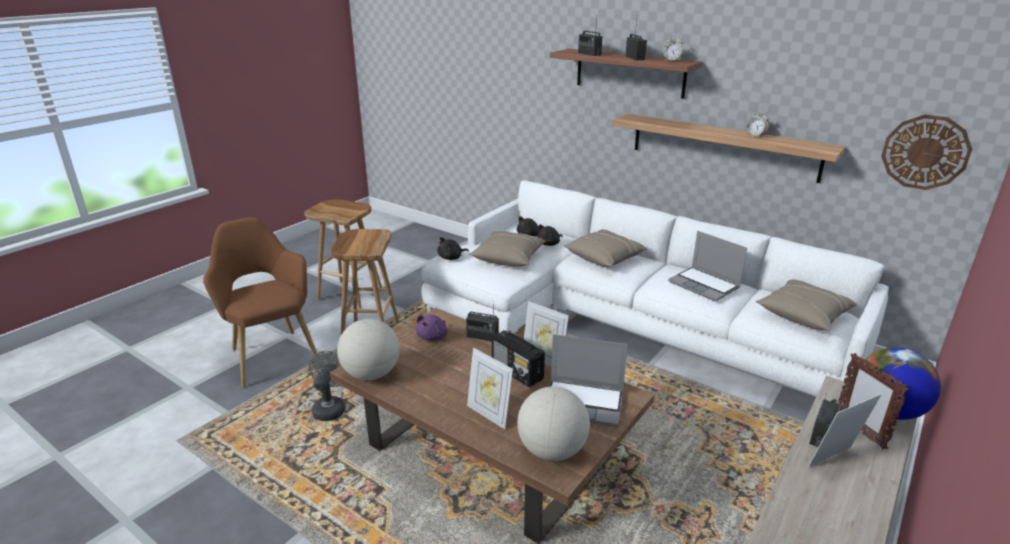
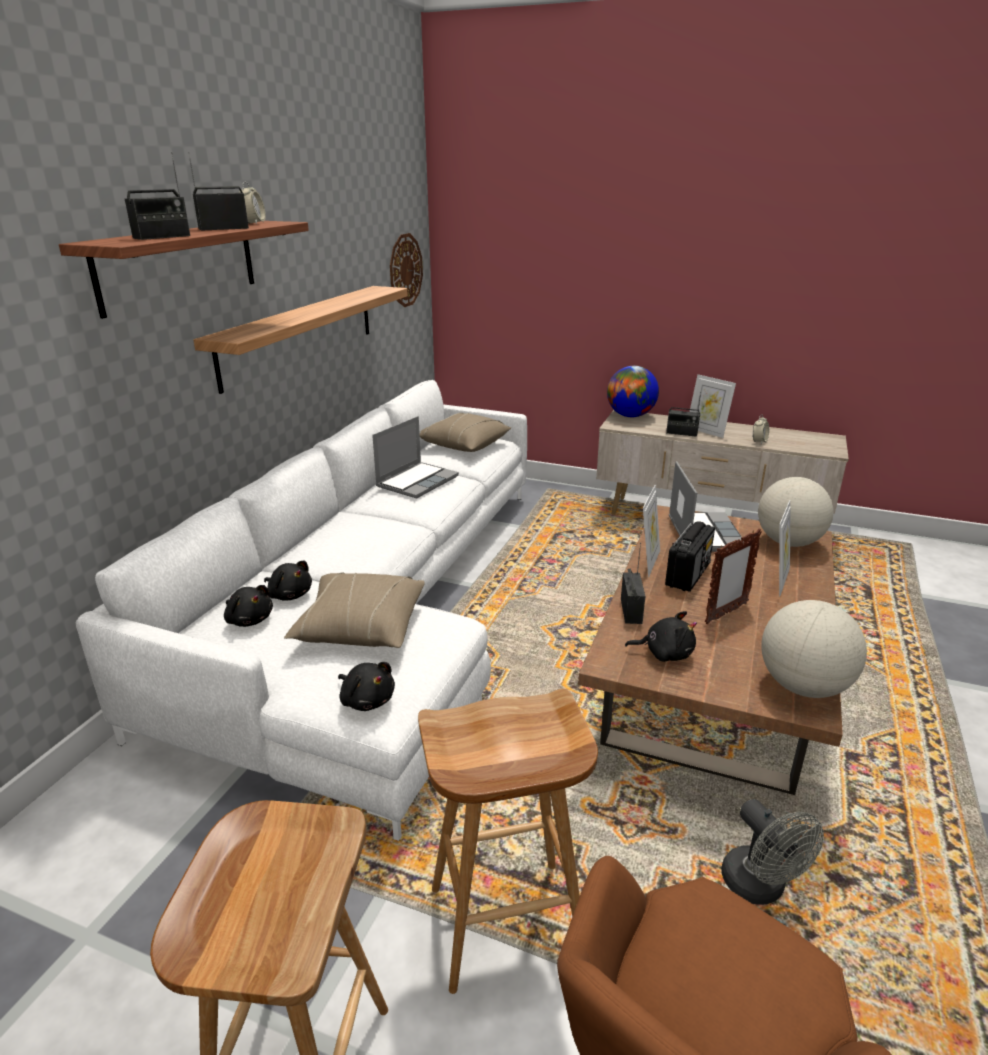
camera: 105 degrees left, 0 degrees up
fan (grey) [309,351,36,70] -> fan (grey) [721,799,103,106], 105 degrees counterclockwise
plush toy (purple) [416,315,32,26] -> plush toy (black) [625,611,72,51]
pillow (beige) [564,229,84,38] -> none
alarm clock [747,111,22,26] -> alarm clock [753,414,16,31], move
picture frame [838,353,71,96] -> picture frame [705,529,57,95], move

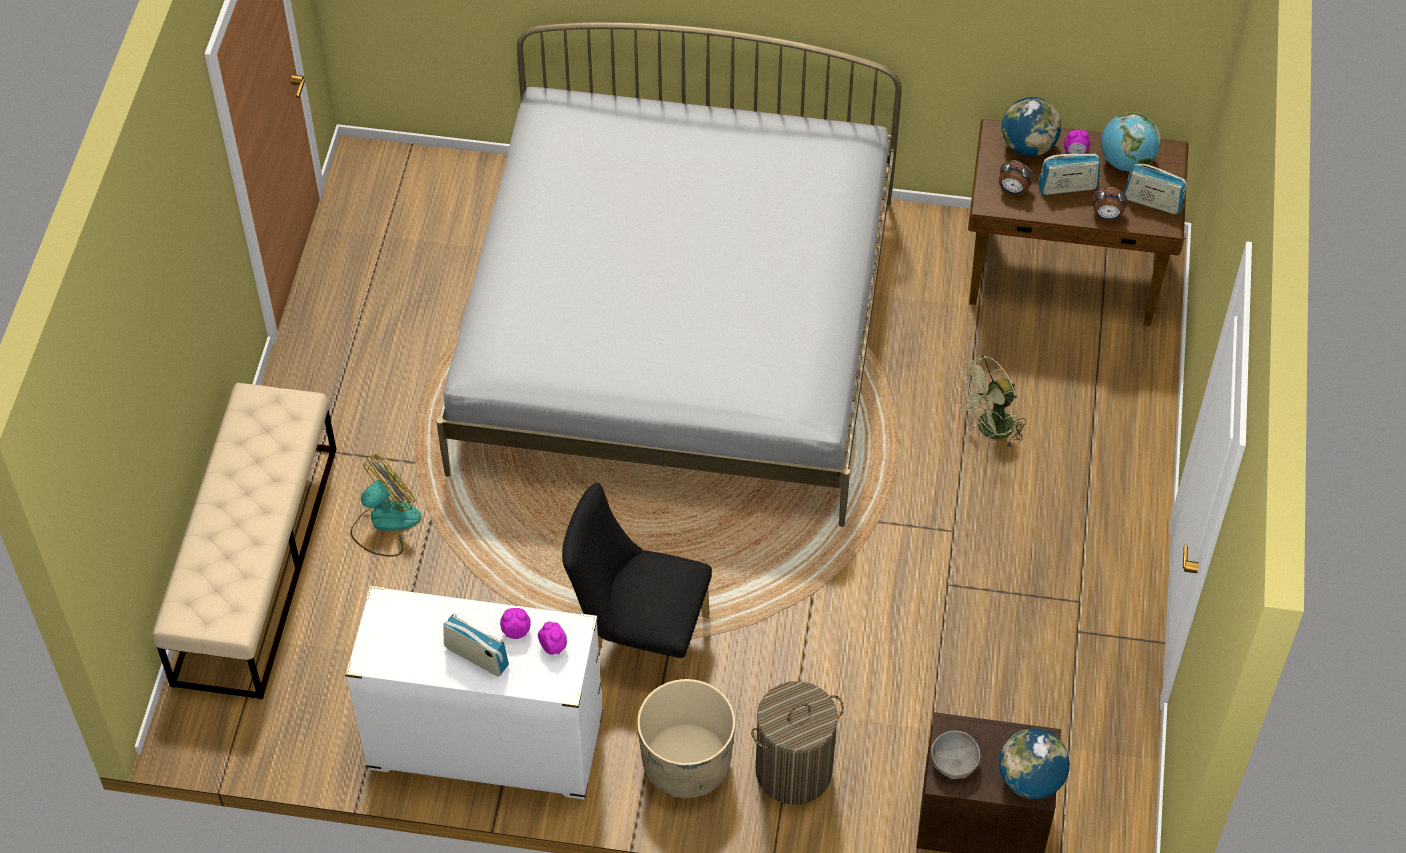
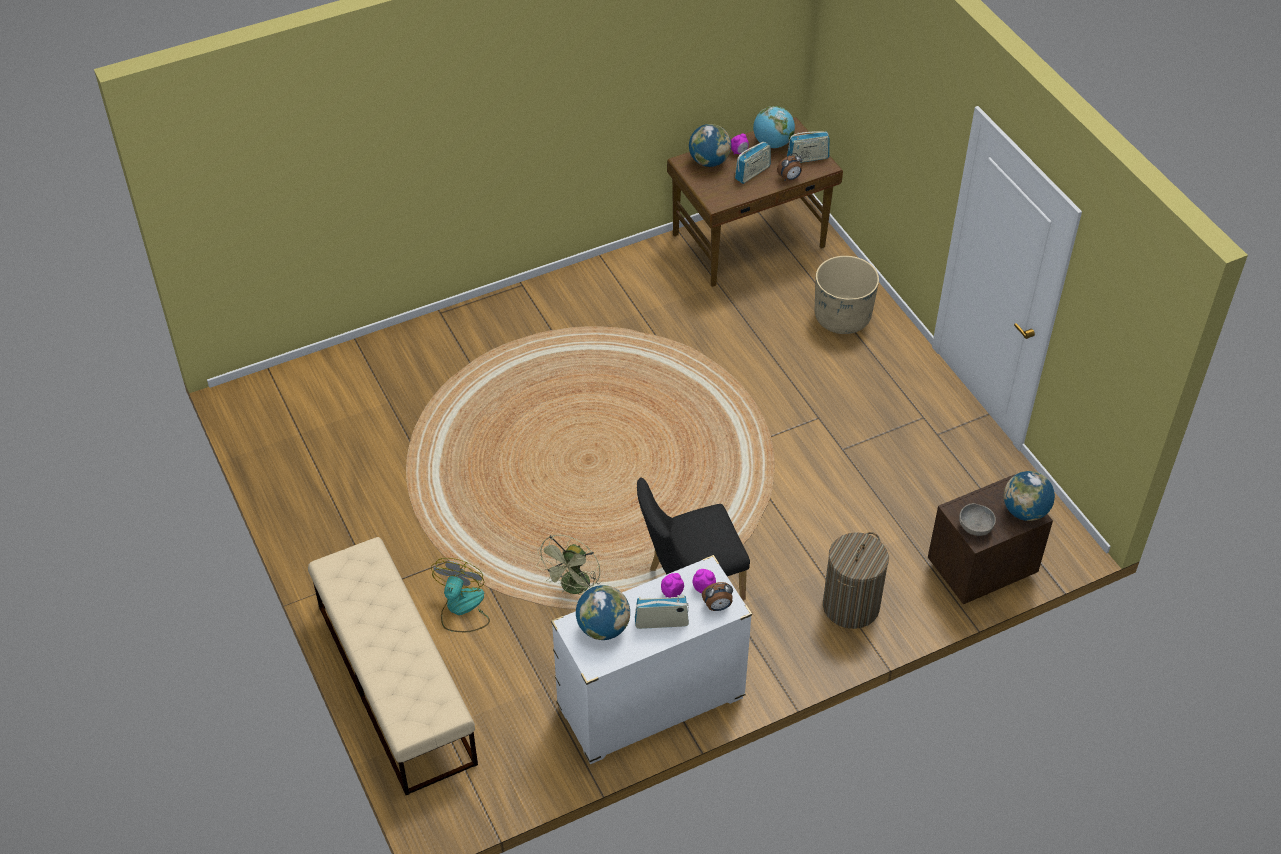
camera: 35 degrees left, 5 degrees down
bed (white) [436,22,466,505] -> none
planter (beige) [637,679,98,119] -> planter (beige) [815,256,64,78], move
fan (green) [956,355,70,93] -> fan (green) [537,535,63,60], move
alarm clock [999,160,35,35] -> alarm clock [702,582,31,29], move
none -> globe [576,585,54,55]

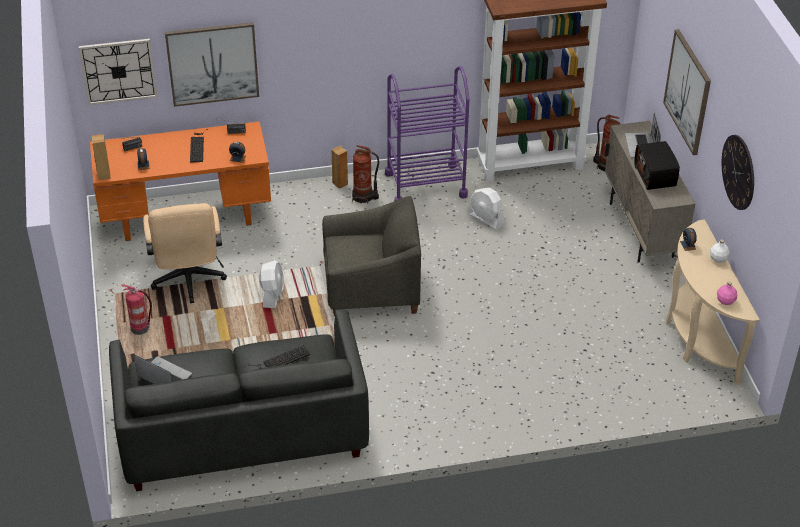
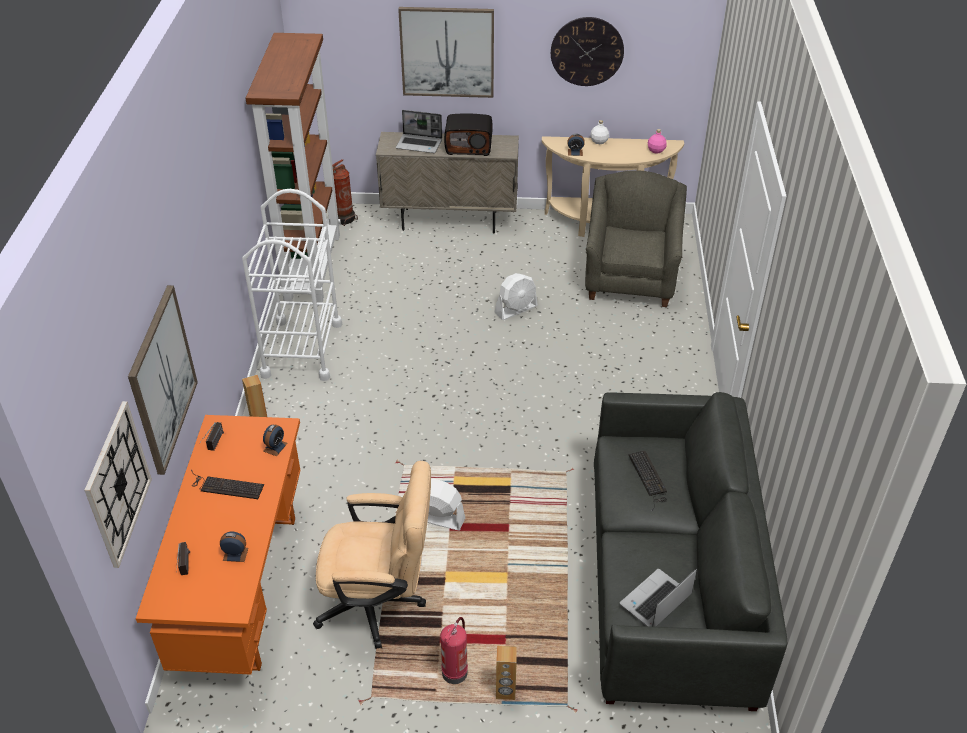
camera: 75 degrees left, 0 degrees up
speaker (brown) [92,134,19,46] -> speaker (brown) [496,646,21,54], move
armchair (grey) [322,196,99,120] -> armchair (grey) [585,170,102,137], move
fire extinguisher [352,145,27,59] -> none
cart (purple) [385,66,84,135] -> cart (white) [242,189,100,192]
fan (white) [468,188,37,42] -> fan (white) [495,273,43,47], move

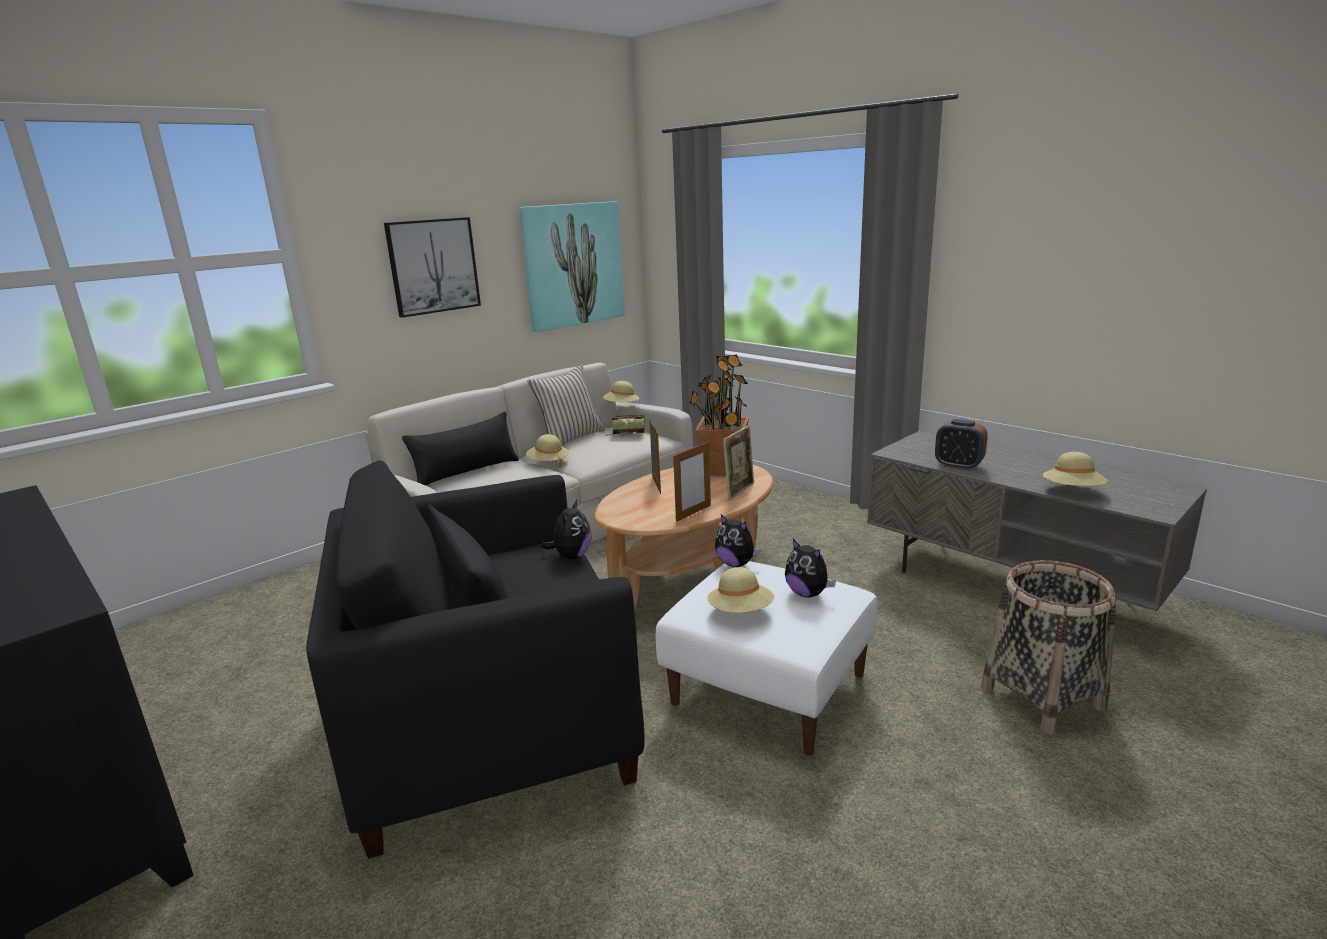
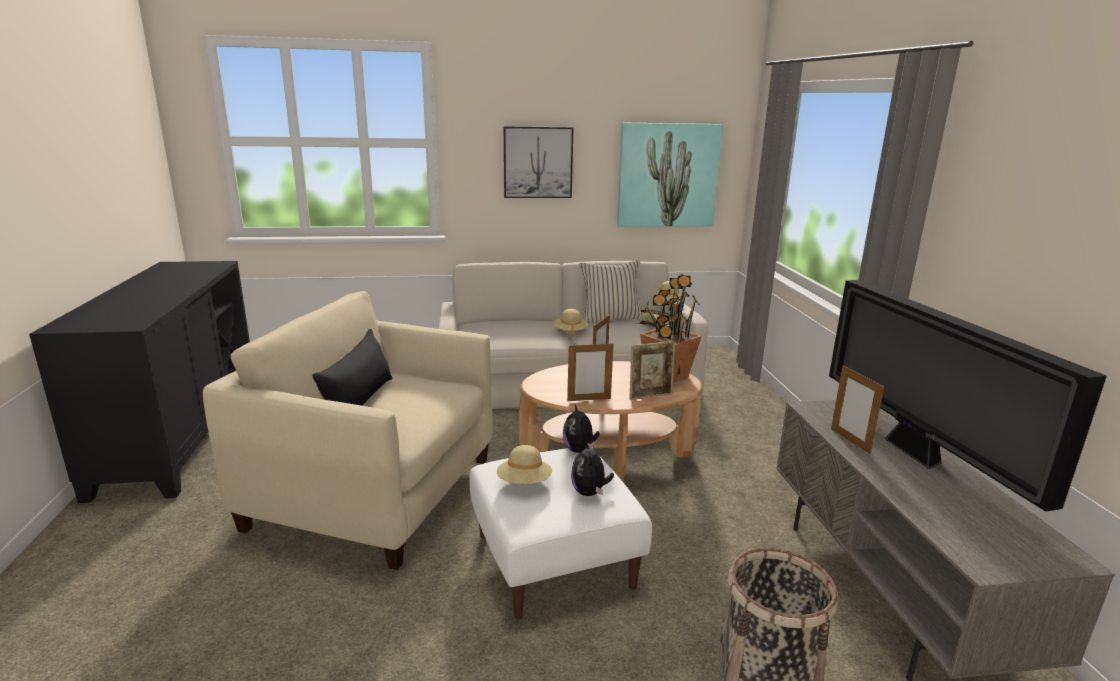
camera: 35 degrees right, 0 degrees up
armchair (black) [306,460,339,399] -> armchair (beige) [203,291,290,279]
pillow (black) [402,411,117,75] -> none
plush toy [541,500,51,59] -> none
alarm clock [935,419,53,51] -> picture frame [831,365,53,89]
hat (beige) [1043,452,65,34] -> none
none -> television [829,280,278,232]

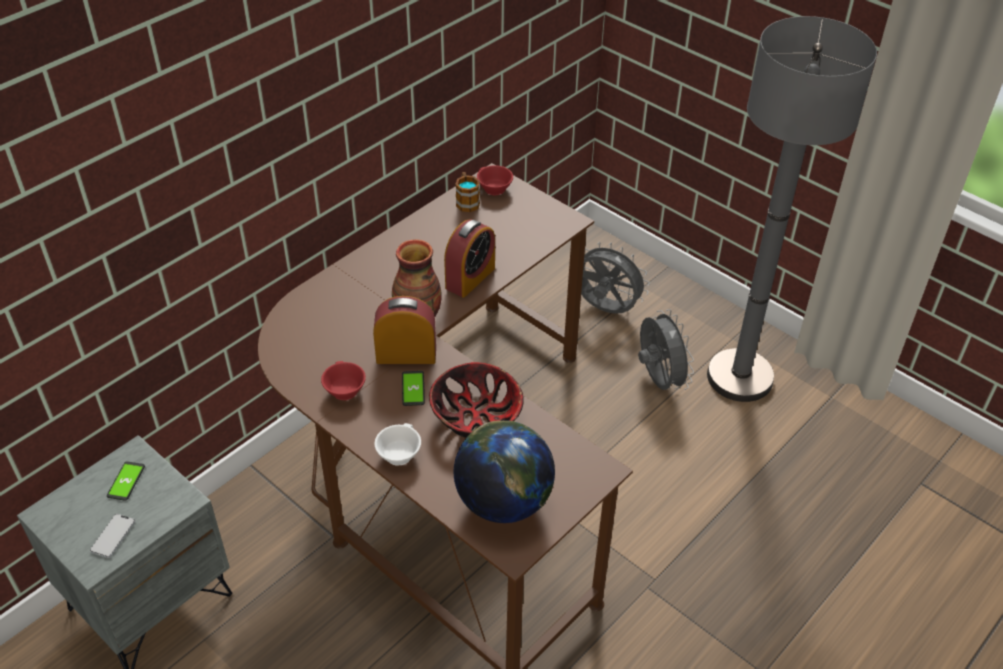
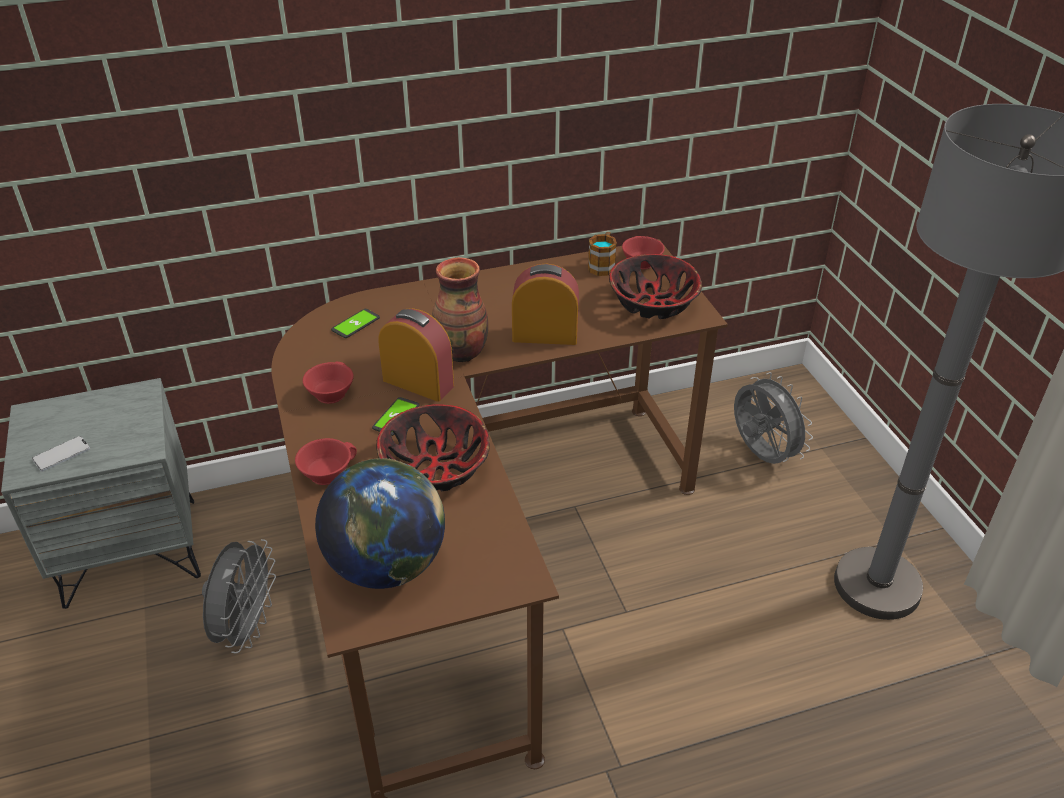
camera: 30 degrees right, 5 degrees down
phone [107,461,38,40] -> phone [331,309,49,29], move
cup (white) [374,423,47,43] -> cup (red) [295,438,62,47]
alarm clock [444,219,51,79] -> alarm clock [512,264,67,81], 150 degrees counterclockwise
fan (grey) [638,309,56,81] -> fan (grey) [202,539,74,114], move
none -> bowl [609,254,93,65]

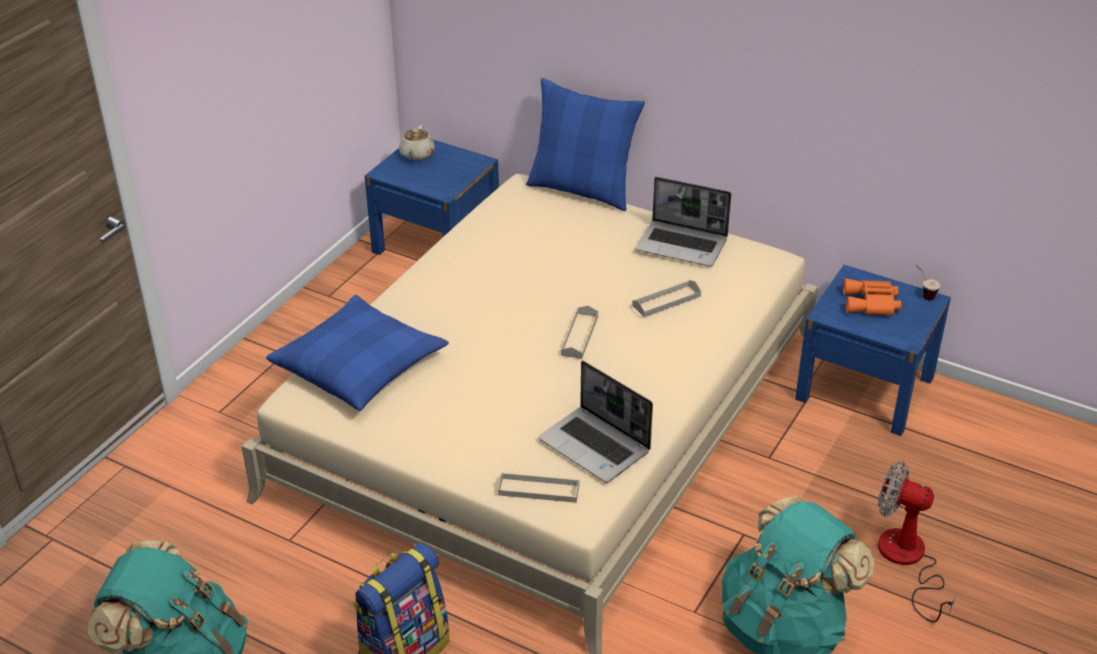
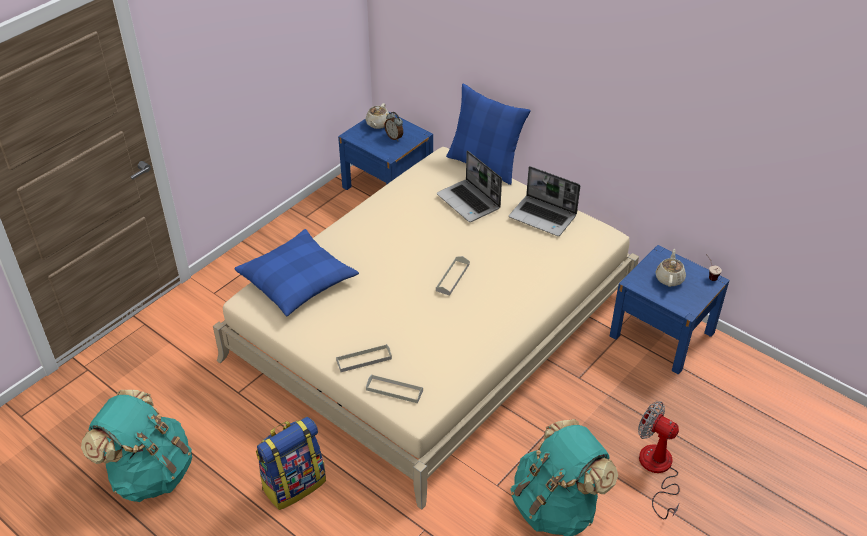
camera: 10 degrees right, 5 degrees up
laptop [538,360,115,123] -> laptop [437,150,65,72], move
tray (grey) [632,280,69,37] -> tray (grey) [336,344,56,28], move
binoculars (orange) [843,279,58,37] -> teapot (beige) [656,249,30,38]
none -> alarm clock [385,112,18,29]

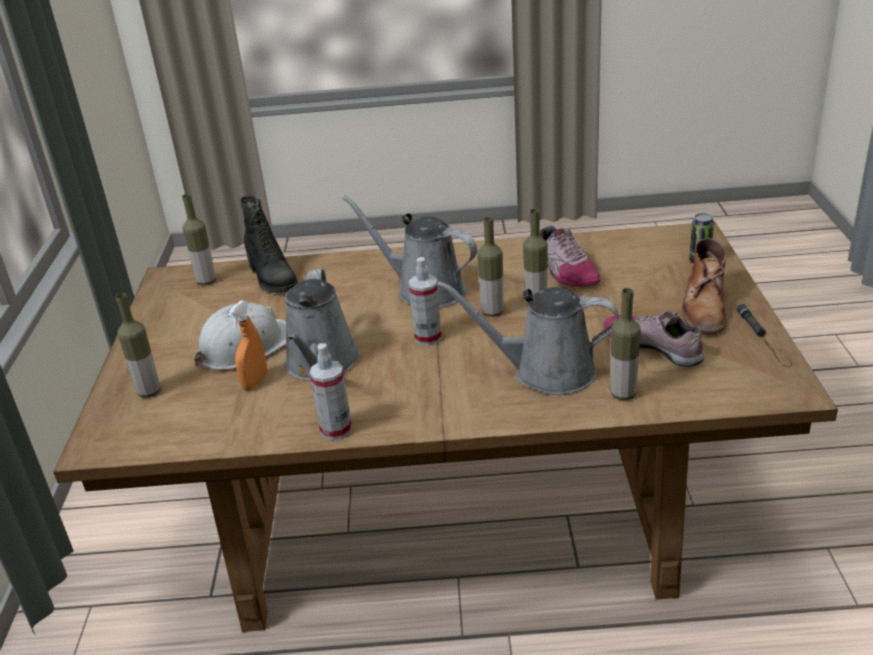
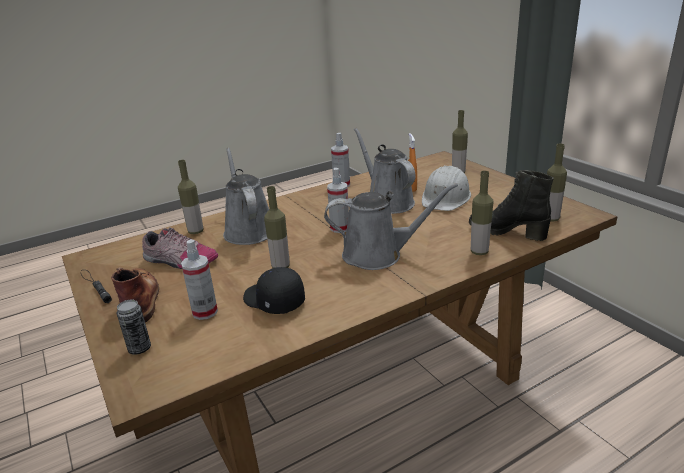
camera: 150 degrees right, 5 degrees down
watering can (grey) [437,281,182,114] -> watering can (grey) [223,148,46,97], 90 degrees counterclockwise
bottle [477,217,27,100] -> bottle [471,171,22,84], move
shoe [540,225,60,62] -> cap (black) [243,267,62,47]
none -> spray bottle [181,239,37,81]

